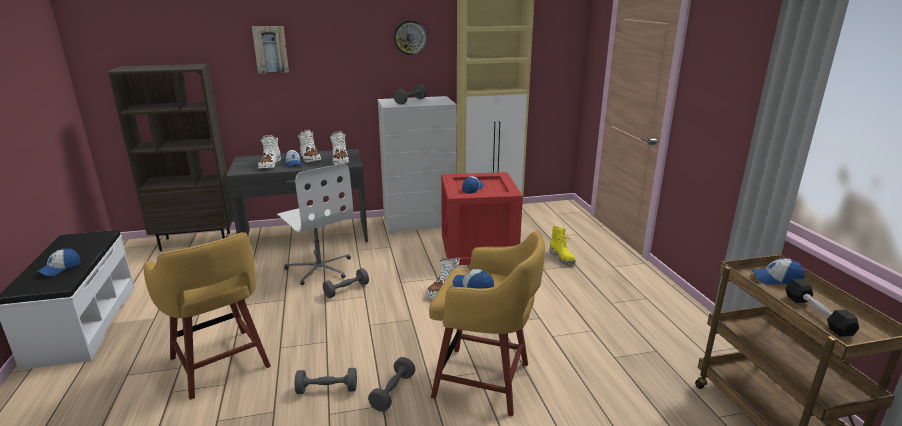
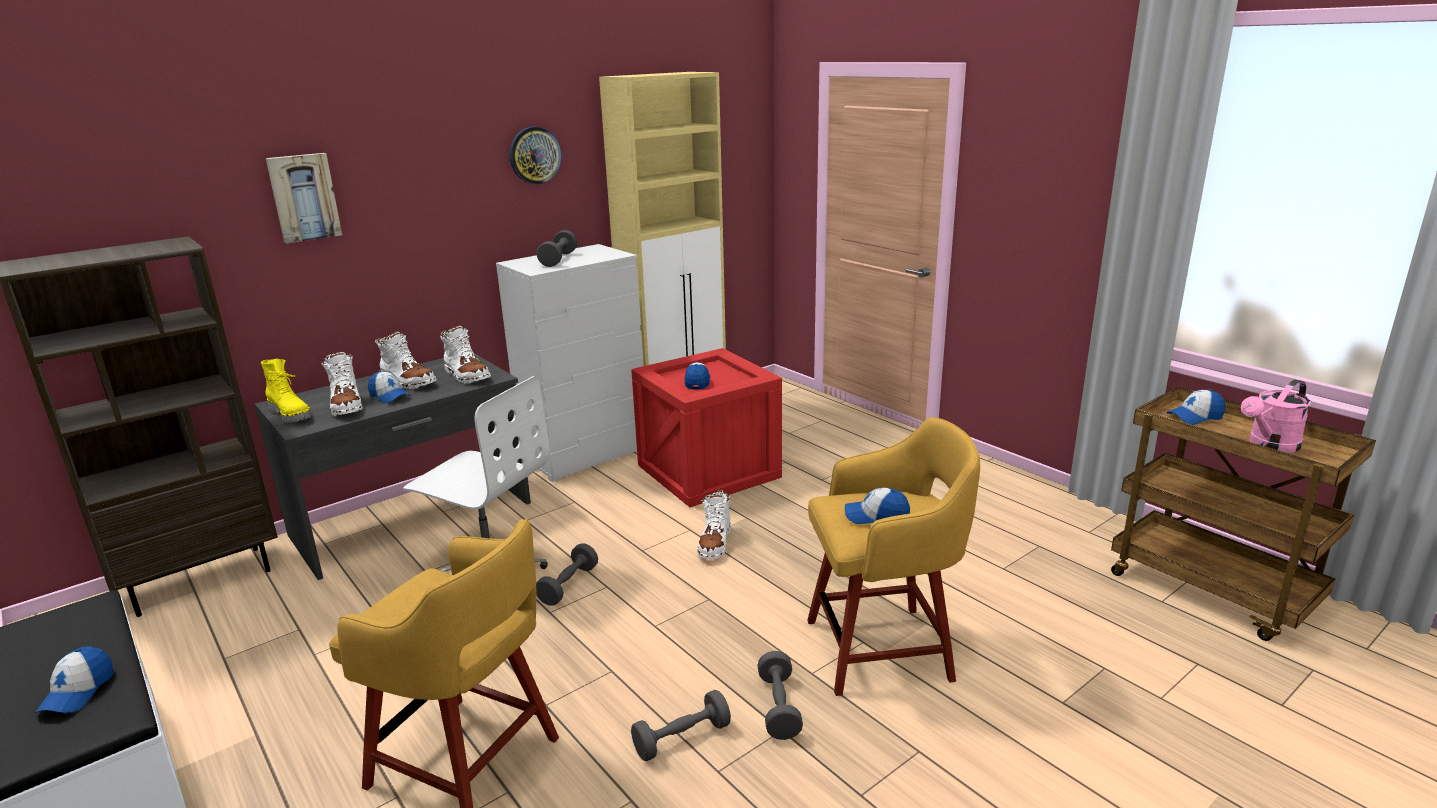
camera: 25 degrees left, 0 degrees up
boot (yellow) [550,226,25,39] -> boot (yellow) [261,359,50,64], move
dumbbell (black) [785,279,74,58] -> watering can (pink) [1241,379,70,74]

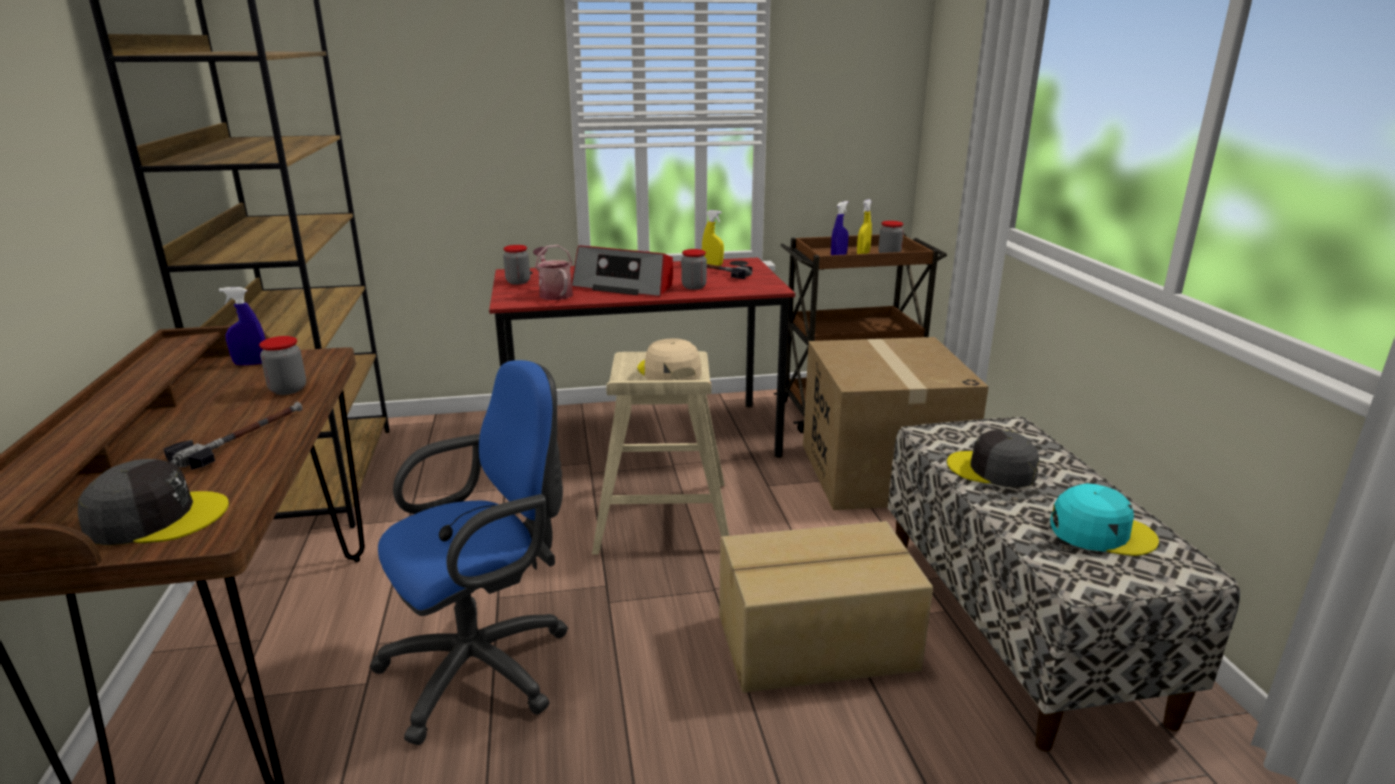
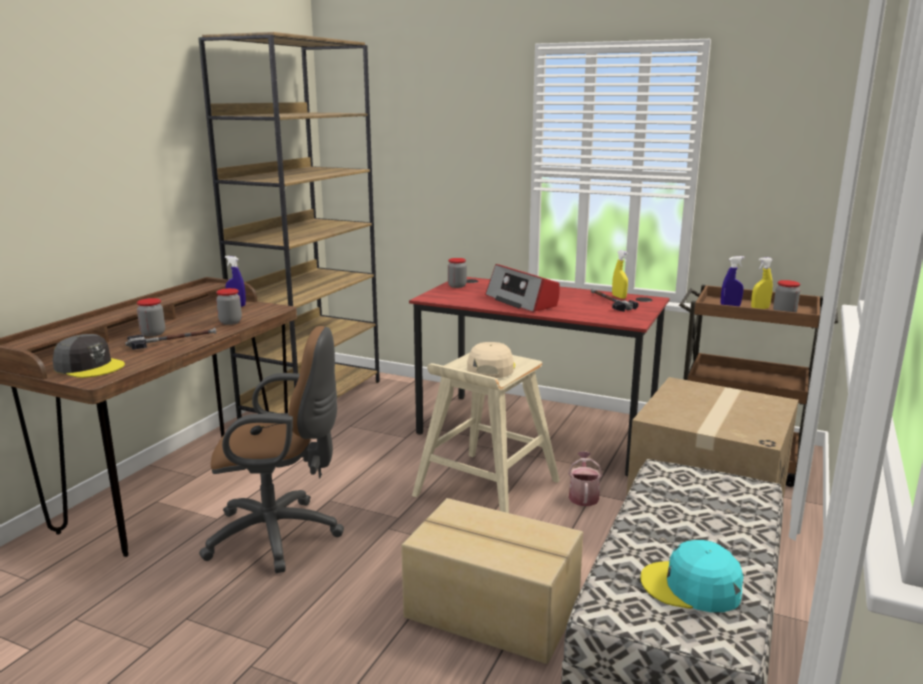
camera: 35 degrees right, 5 degrees down
office chair (blue) [370,360,198,385] -> office chair (brown) [199,326,145,247]
watering can [533,245,40,55] -> watering can [568,452,35,54], move
jar [681,249,26,41] -> jar [137,298,28,39], move
cap (grey) [947,430,92,58] -> none
cap (turquoise) [1050,483,109,73] -> cap (turquoise) [640,540,103,72], 150 degrees clockwise

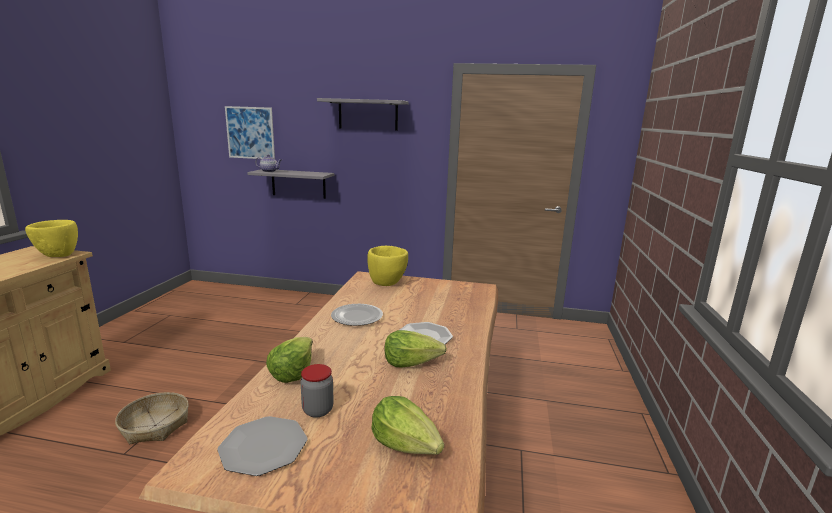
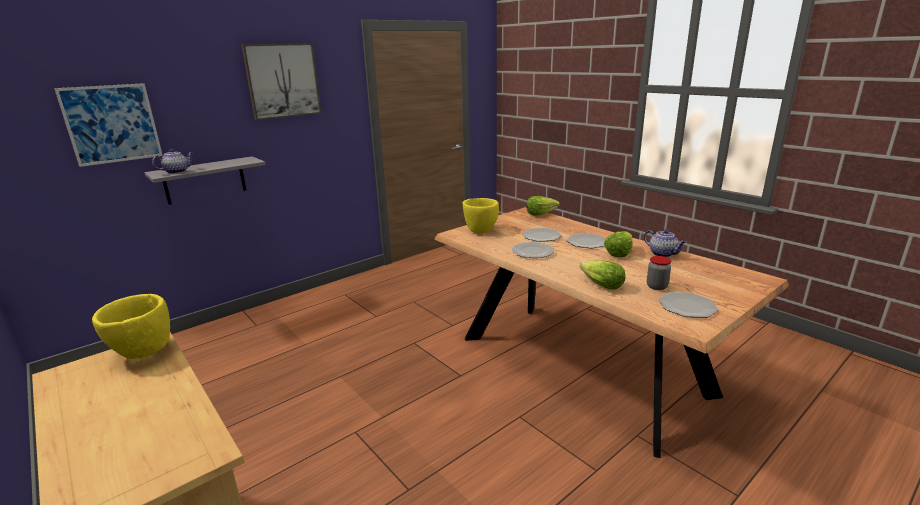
camera: 50 degrees left, 5 degrees up
basket [115,392,74,52] -> none
shelf (grey) [317,98,92,33] -> picture [241,43,80,77]
lettuce [371,396,73,59] -> lettuce [526,196,34,20], move
none -> plate [522,228,40,14]
none -> teapot [644,229,43,28]

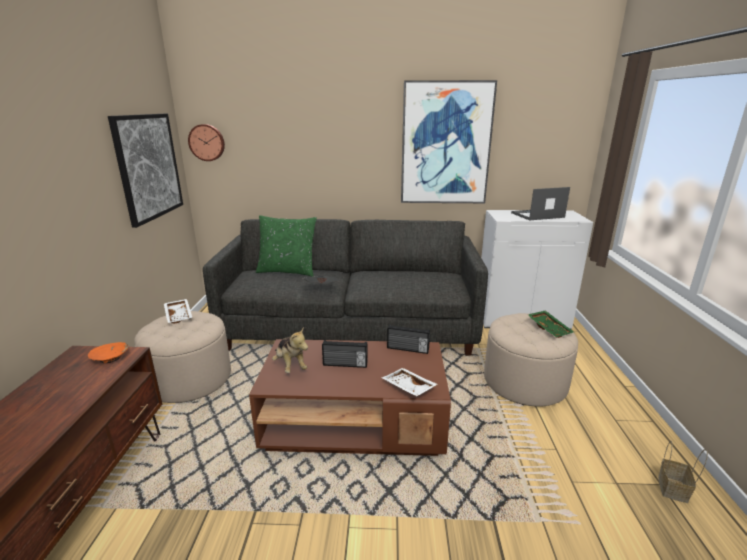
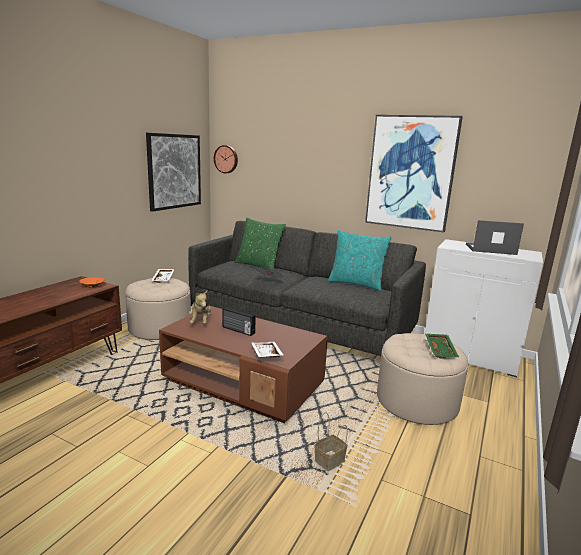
camera: 25 degrees right, 5 degrees down
radio [387,324,43,30] -> none
basket [658,441,50,62] -> basket [315,412,33,59], move
none -> pillow (turquoise) [328,230,64,61]

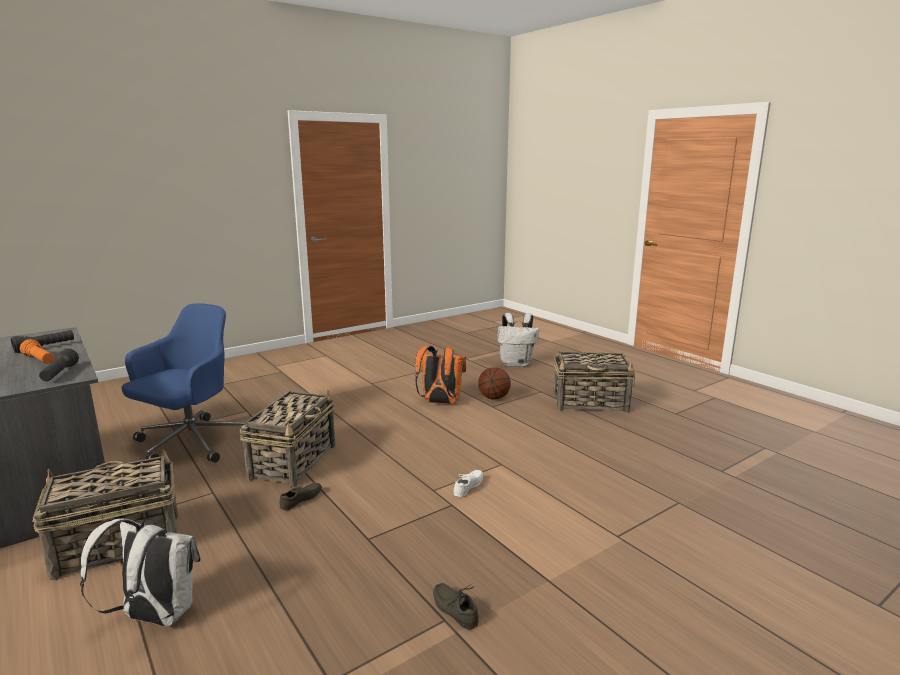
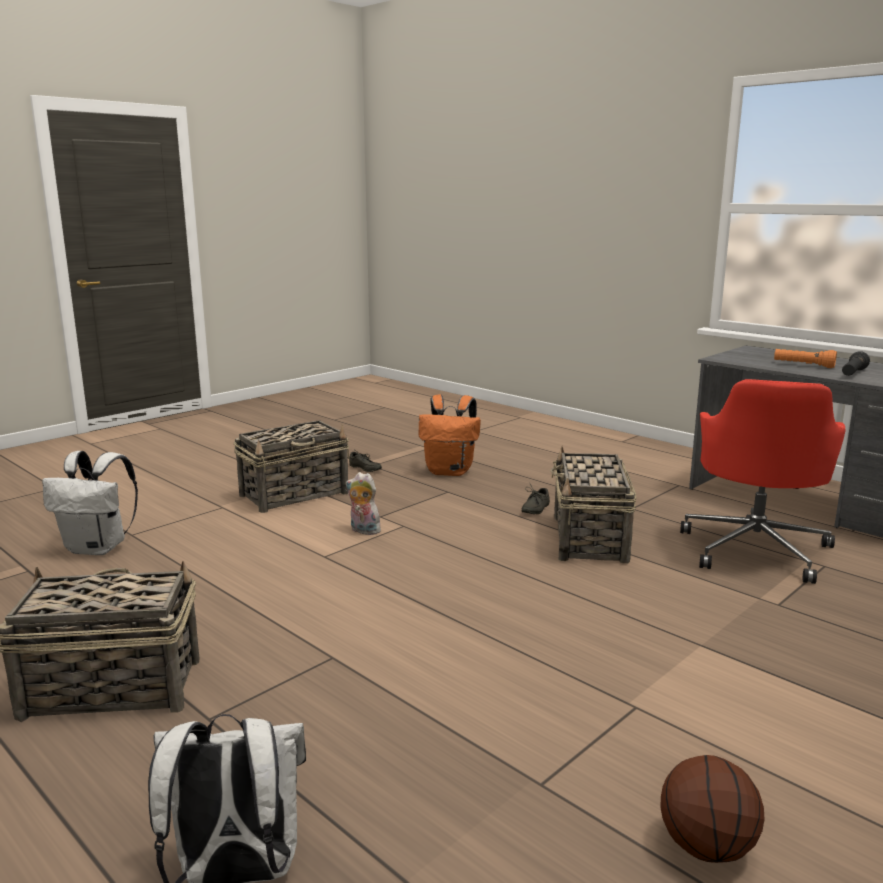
camera: 170 degrees right, 0 degrees up
basket [32,449,147,132] -> basket [234,420,115,93], move
flashlight (black) [39,349,40,32] -> none
backpack (white) [80,519,121,107] -> backpack (white) [42,451,96,104], move
office chair (blue) [122,303,123,160] -> office chair (red) [680,379,166,205]
backpack (orange) [415,345,51,59] -> backpack (orange) [419,394,62,82], move
shoe (white) [454,470,29,27] -> plush toy [346,472,35,63]
basketball [478,367,33,33] -> basketball [661,755,104,108], move

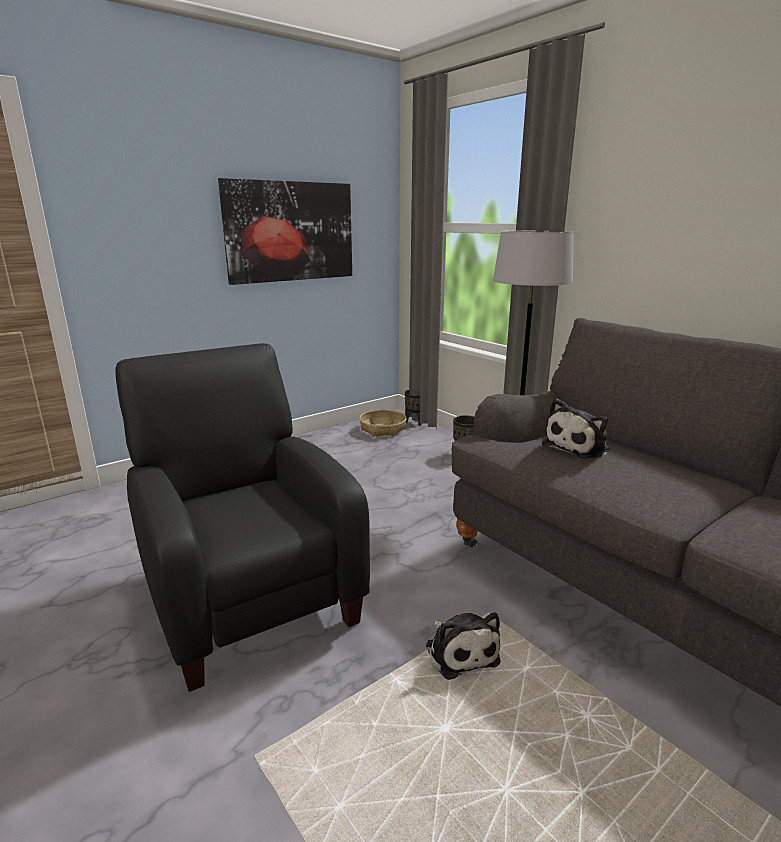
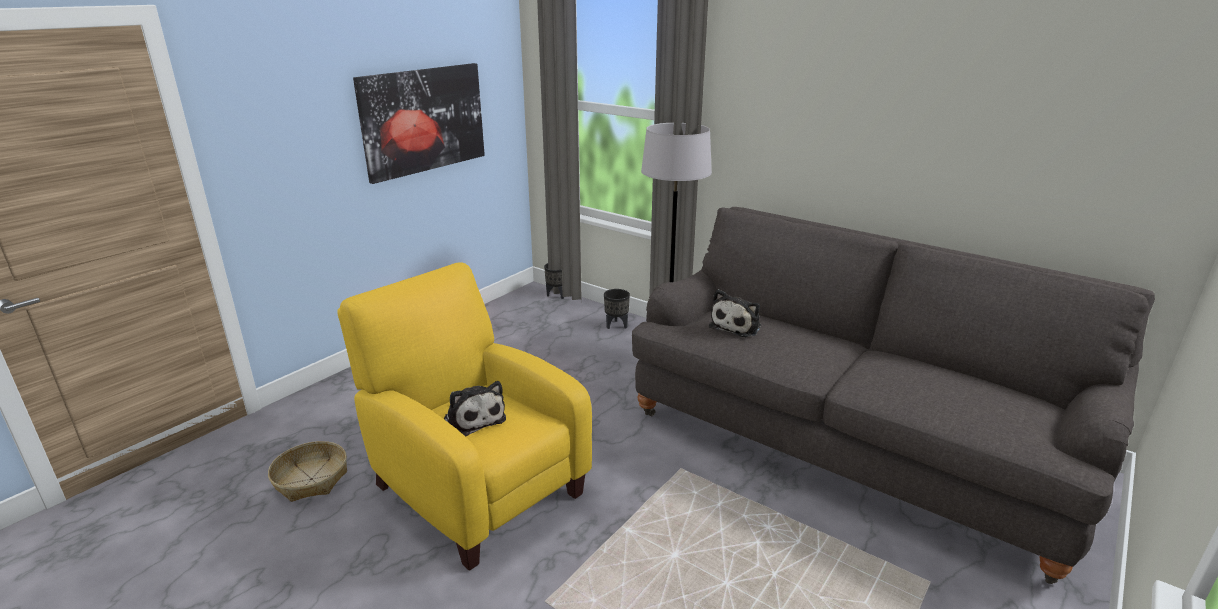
camera: 15 degrees left, 5 degrees up
armchair (black) [115,343,255,349] -> armchair (yellow) [337,262,255,309]
basket [359,410,48,27] -> basket [268,441,79,61], move
plush toy [426,612,75,68] -> plush toy [444,381,62,56], move

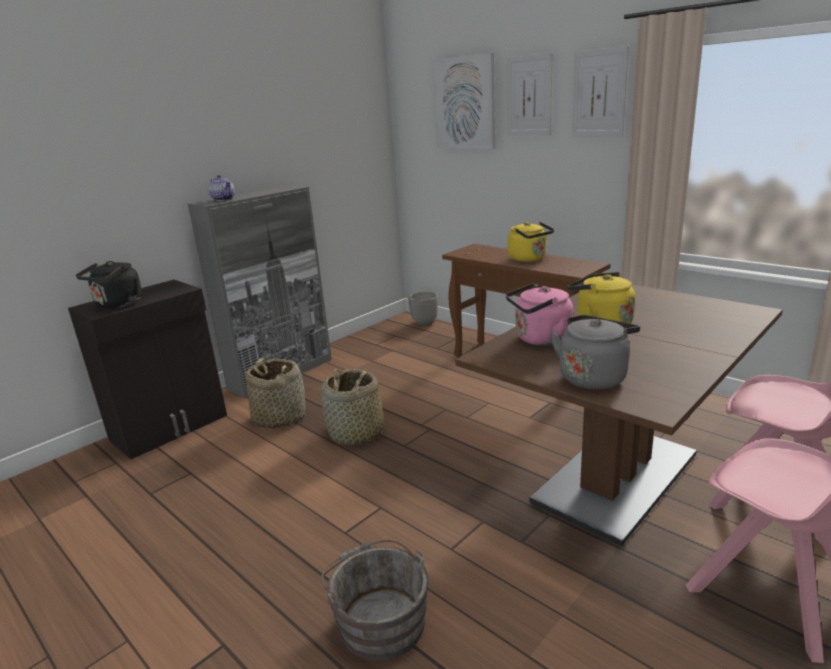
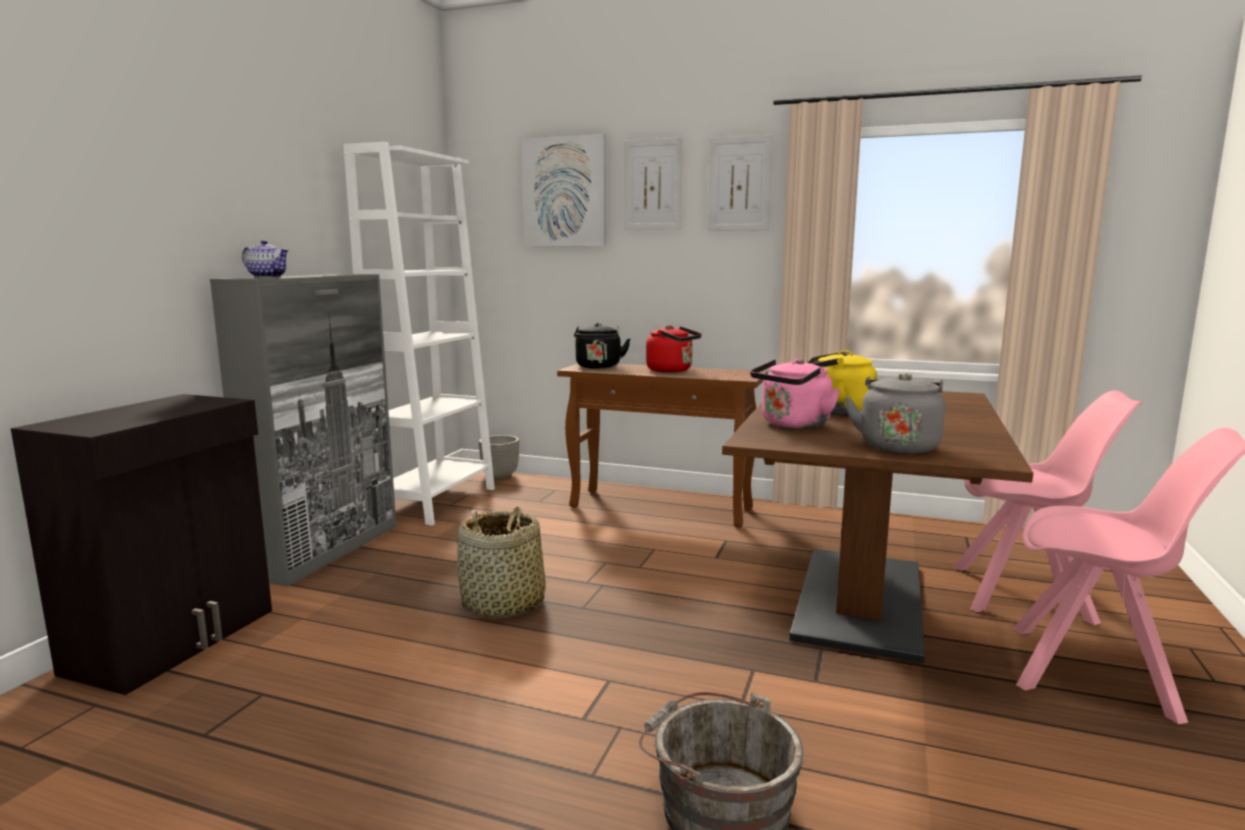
camera: 25 degrees left, 10 degrees down
kettle (black) [76,261,66,48] -> kettle (black) [574,323,56,46], move
basket [245,358,60,71] -> none
kettle (yellow) [508,222,46,40] -> kettle (red) [646,325,56,48]
none -> bookcase (white) [343,142,152,384]

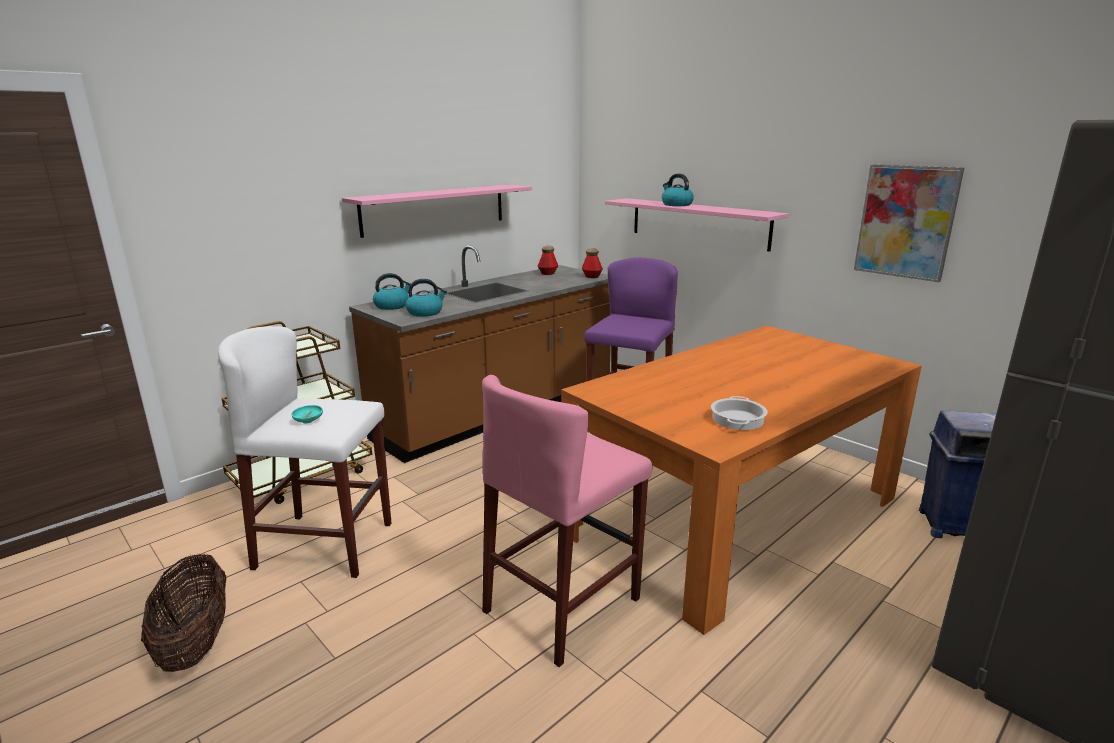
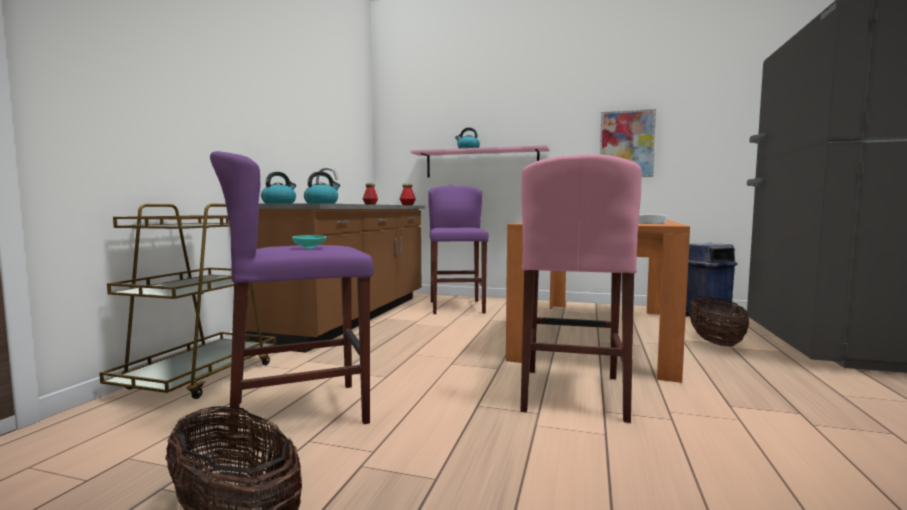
camera: 30 degrees left, 15 degrees down
stool (white) [218,326,173,252] -> stool (purple) [210,151,164,296]
shelf (pink) [342,185,190,53] -> none
none -> basket [689,296,60,51]

